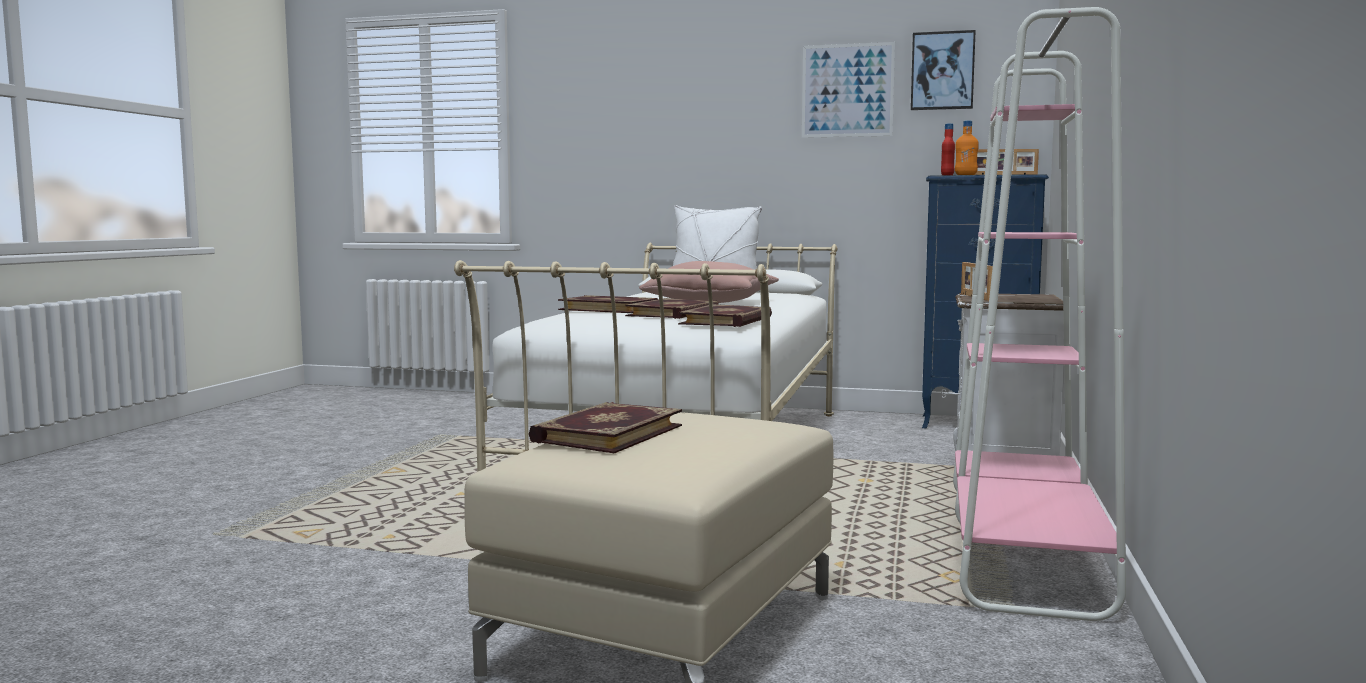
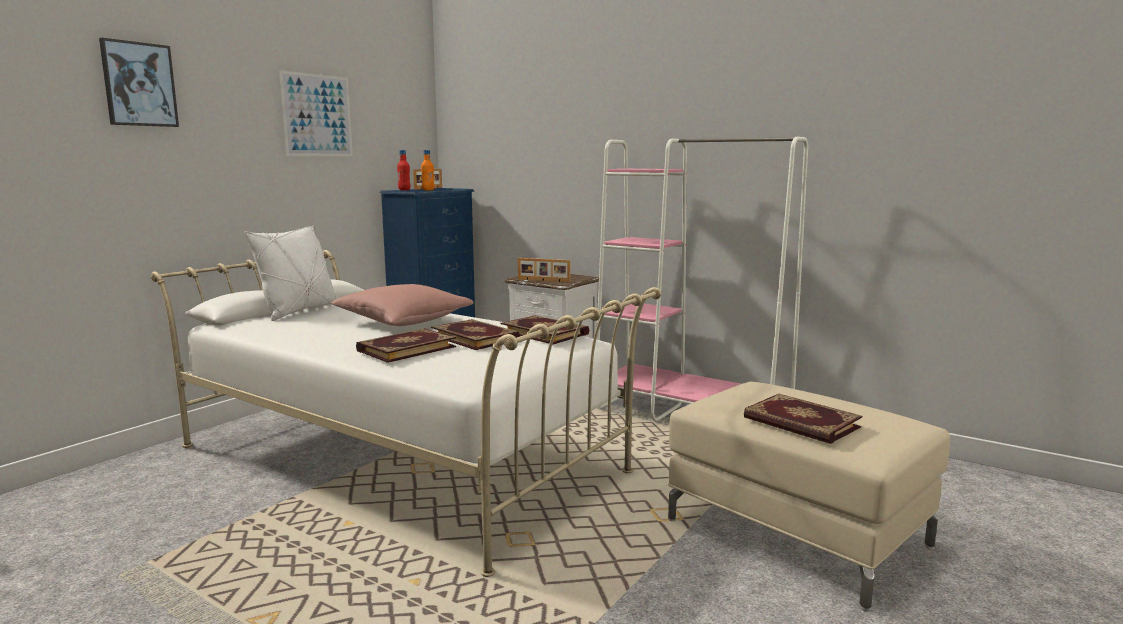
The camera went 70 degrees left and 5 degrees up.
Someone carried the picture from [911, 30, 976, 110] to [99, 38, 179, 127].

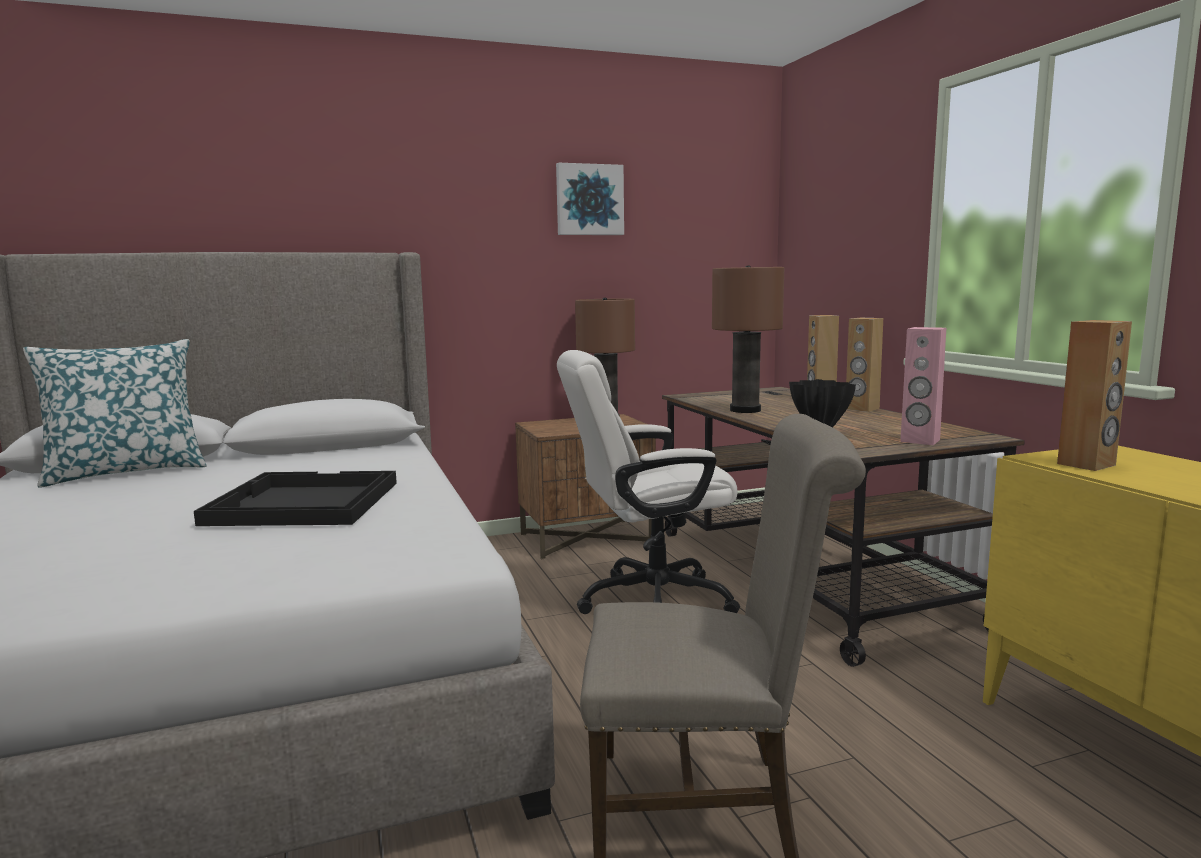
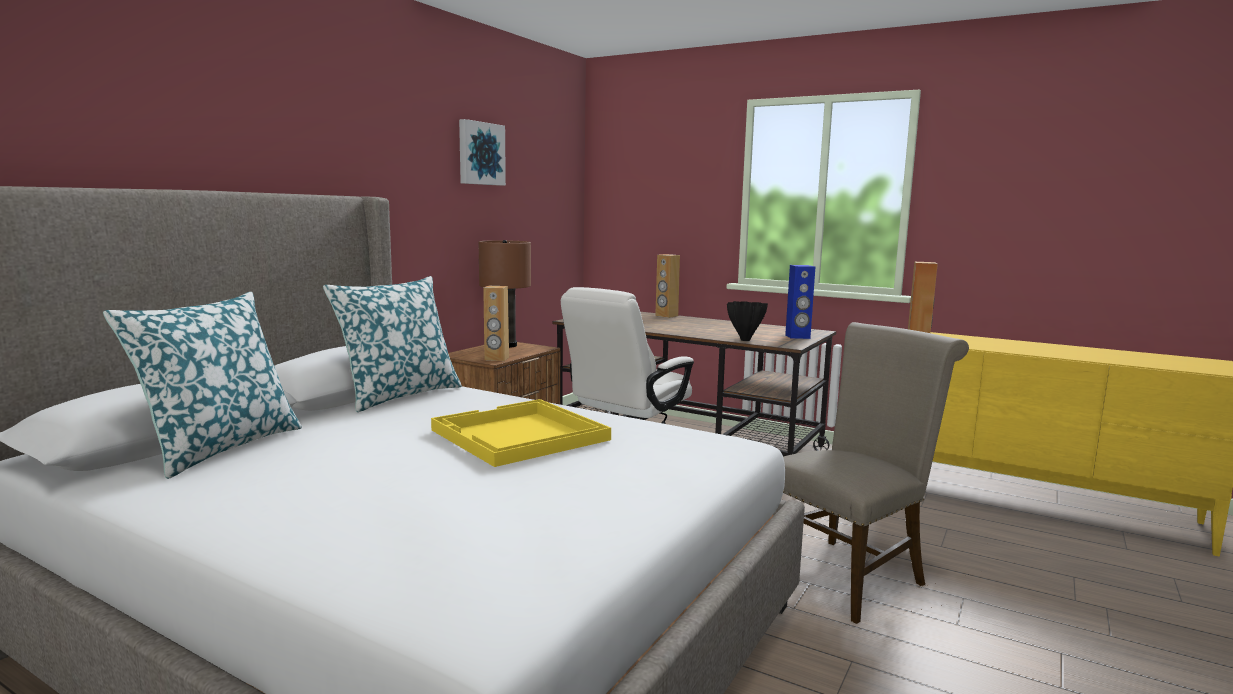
The camera went 40 degrees left and 0 degrees up.
Someone took away the brown table lamp at [712, 265, 784, 413].
Someone put down the pillow at [323, 276, 462, 412].
Someone carried the brown speaker from [846, 318, 883, 412] to [483, 286, 509, 361].
Someone repainted the black tray at [194, 471, 397, 526], which became the yellow tray at [431, 399, 611, 467].
Someone repainted the pink speaker at [900, 327, 946, 445], which became the blue speaker at [785, 265, 815, 339].

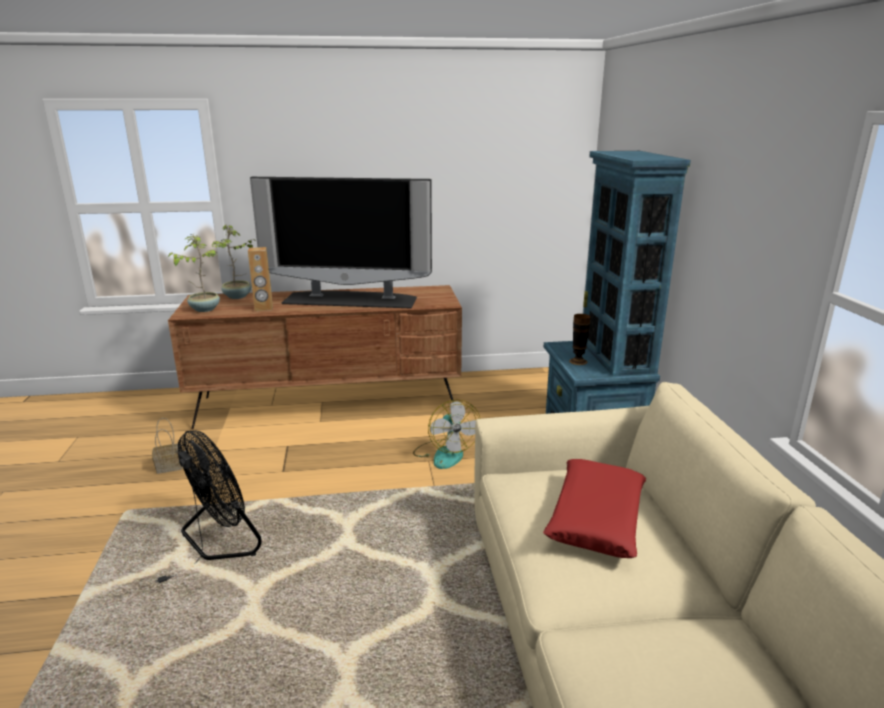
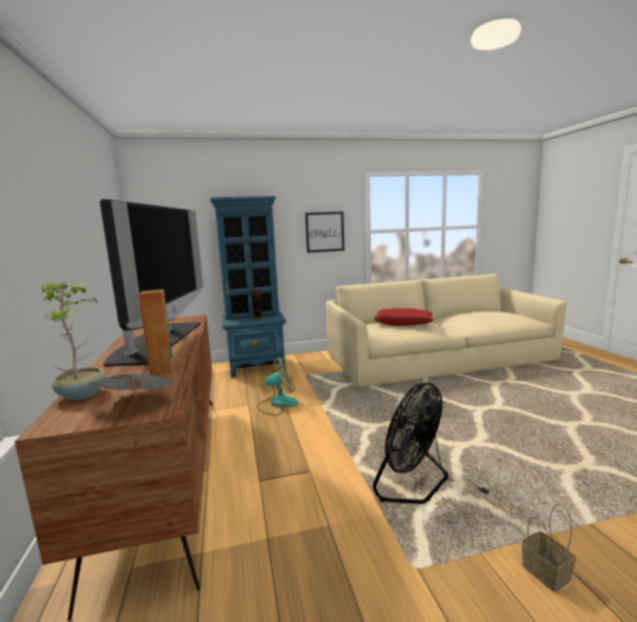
The camera went 95 degrees left and 10 degrees down.
Someone put up the picture at [305, 212, 344, 253].
Someone carried the basket from [152, 418, 183, 474] to [522, 504, 576, 592].
Someone swapped the potted plant at [168, 234, 220, 312] for the newspaper at [87, 374, 174, 391].

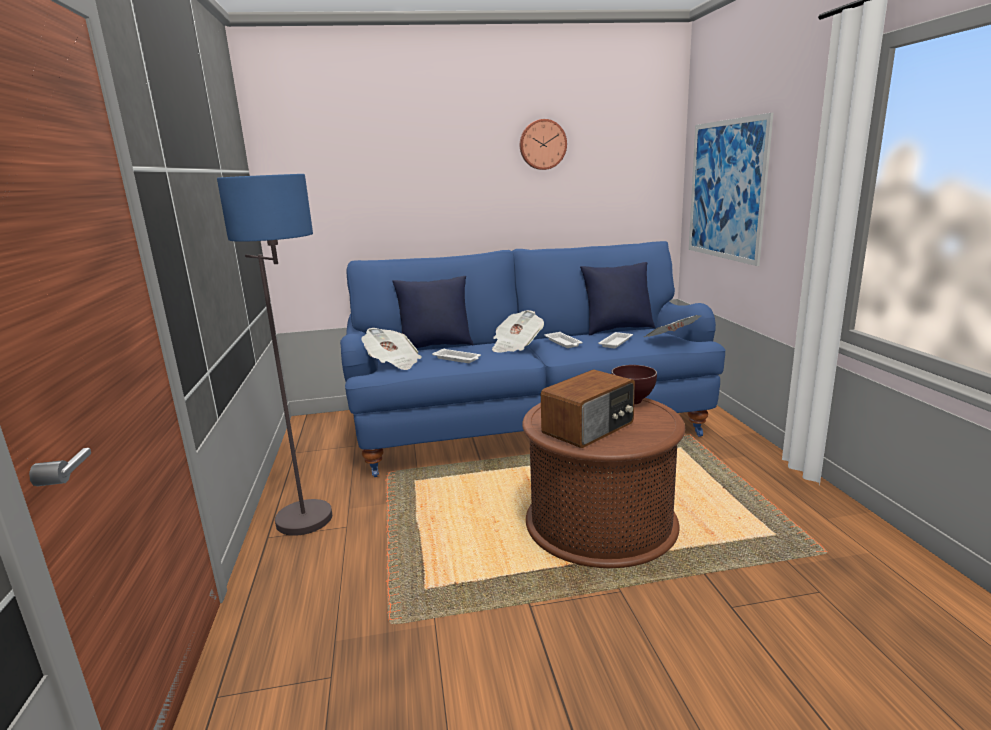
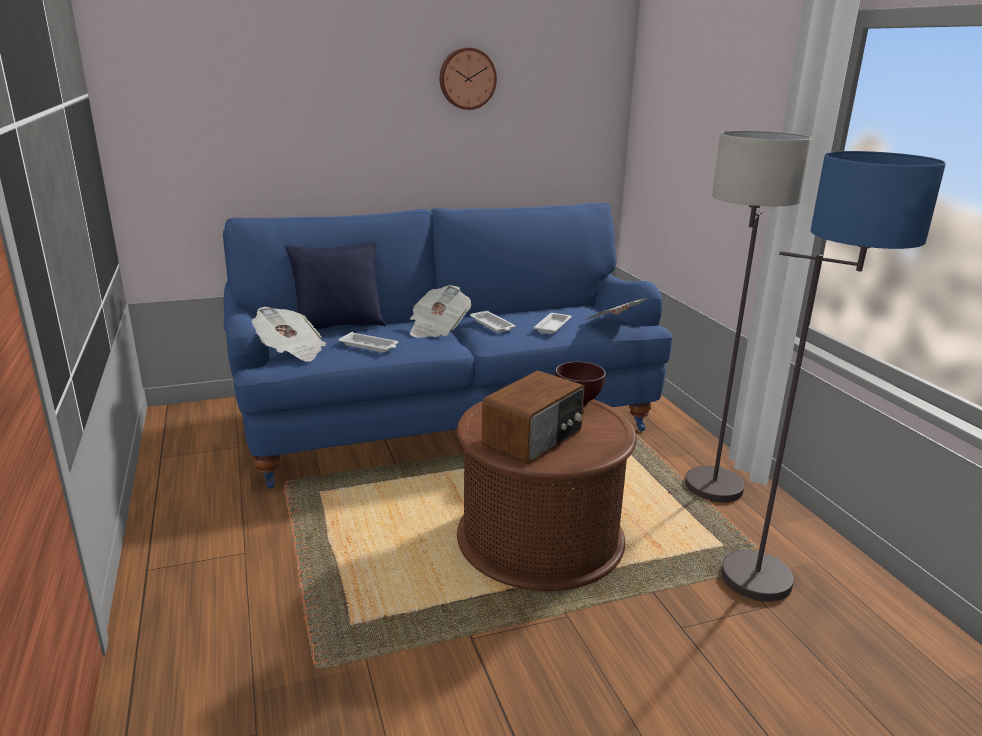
The camera went 10 degrees left and 5 degrees up.
Someone took away the blue pillow at [580, 262, 655, 335].
Someone took away the picture at [689, 113, 773, 266].
Someone put down the grey floor lamp at [685, 130, 812, 503].
Someone carried the blue floor lamp from [217, 174, 332, 536] to [721, 151, 946, 602].

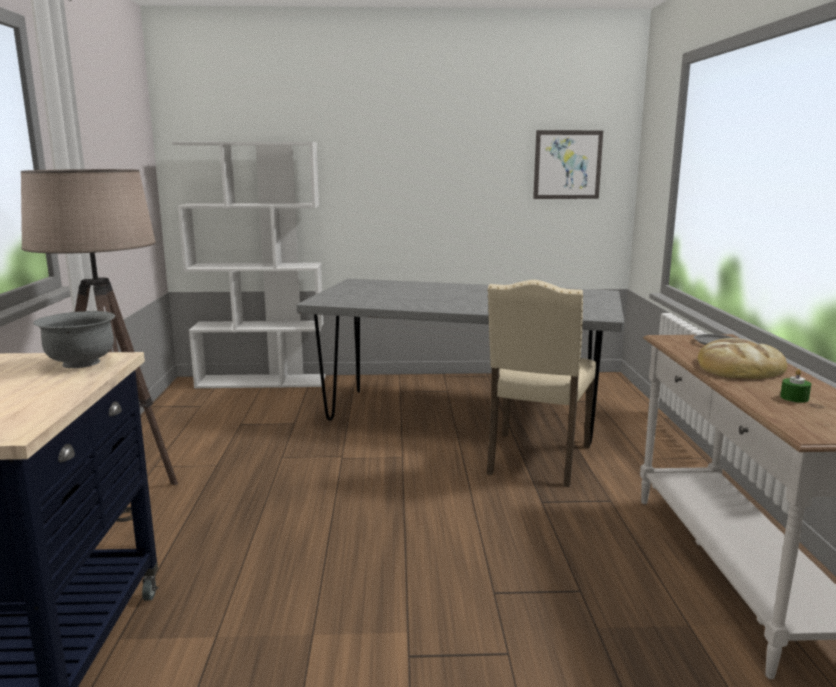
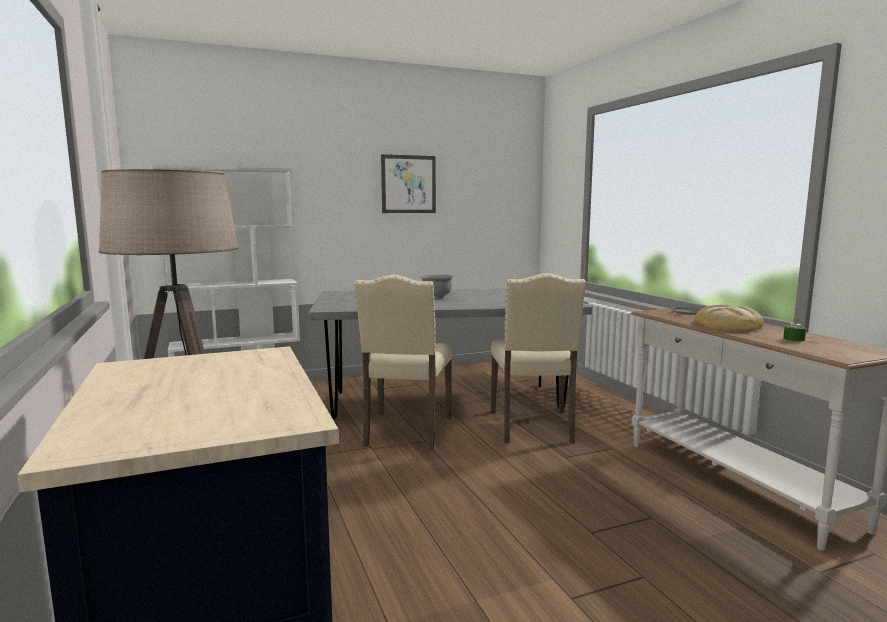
The camera went 20 degrees left and 5 degrees down.
Someone put down the beige chair at [355, 275, 453, 451].
Someone carried the grey bowl from [33, 311, 115, 368] to [420, 275, 453, 299].
Someone carried the picture from [533, 130, 603, 199] to [381, 154, 436, 213].

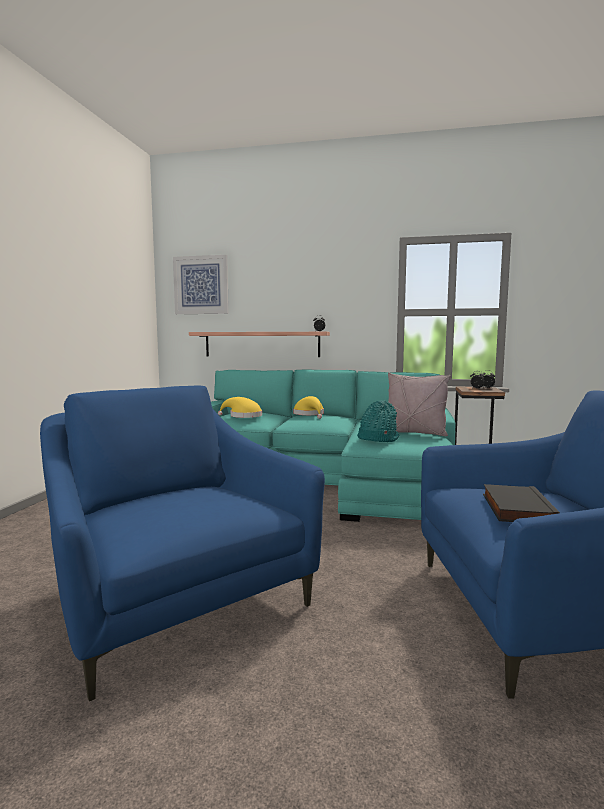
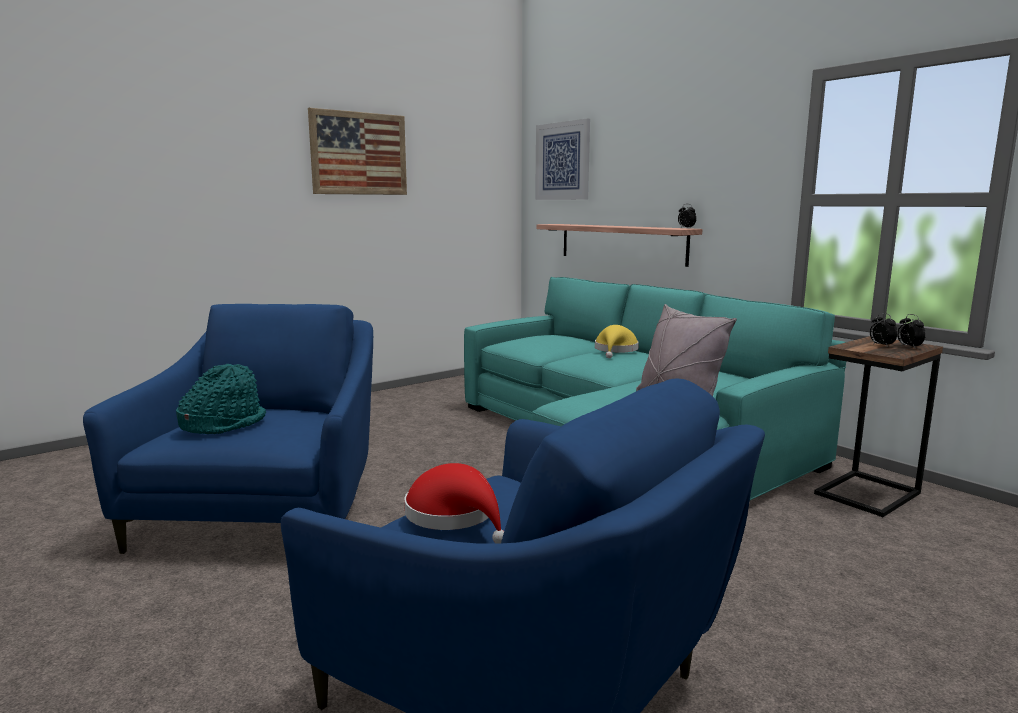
The camera went 40 degrees right and 5 degrees up.
Someone took away the yellow hat at [218, 397, 262, 418].
Someone put up the picture at [308, 108, 407, 195].
Someone carried the turquoise hat from [357, 400, 399, 442] to [176, 364, 266, 434].
Someone swapped the black book at [483, 484, 560, 522] for the red hat at [404, 463, 504, 544].

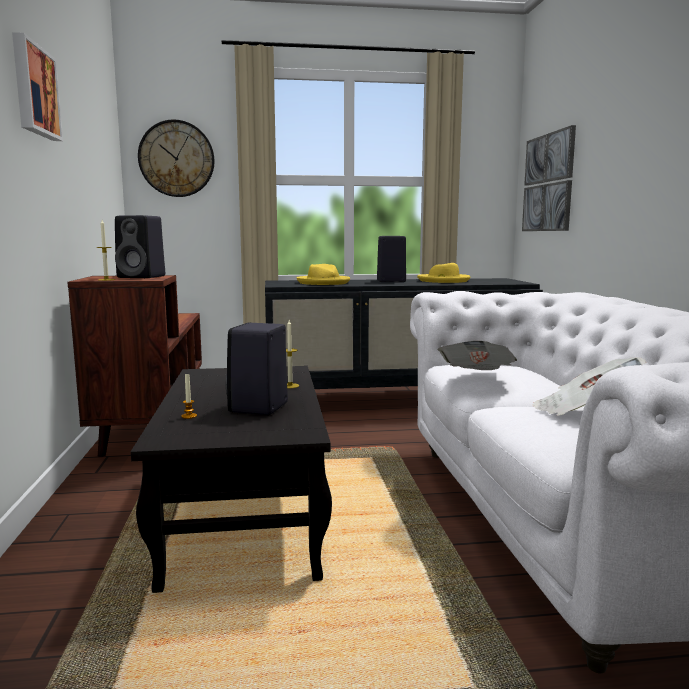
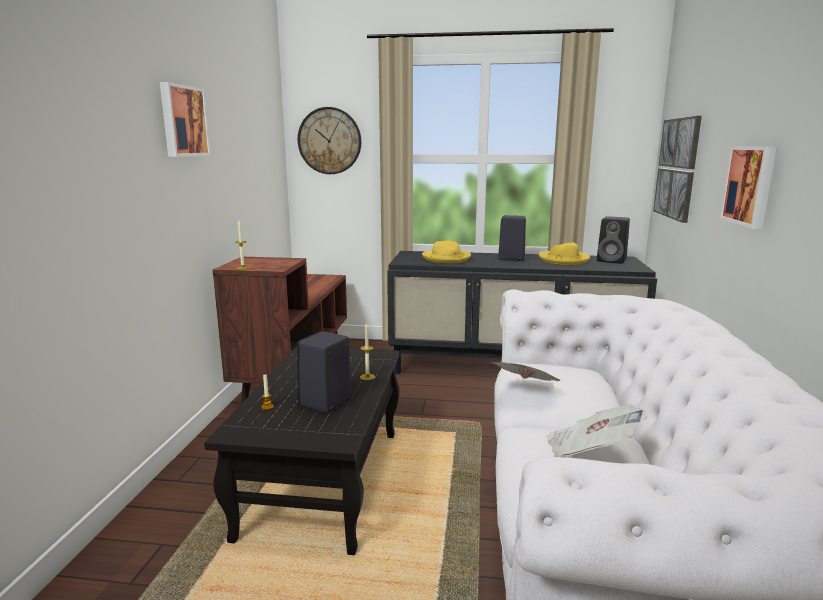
The camera went 15 degrees right and 5 degrees up.
Someone put up the picture at [720, 146, 777, 229].
Someone carried the black speaker from [115, 215, 165, 278] to [597, 216, 630, 264].

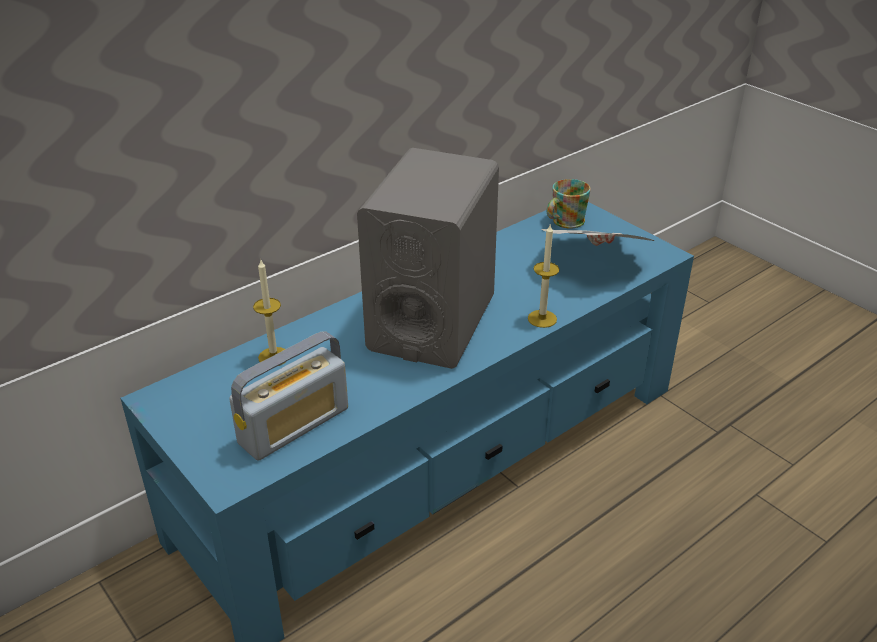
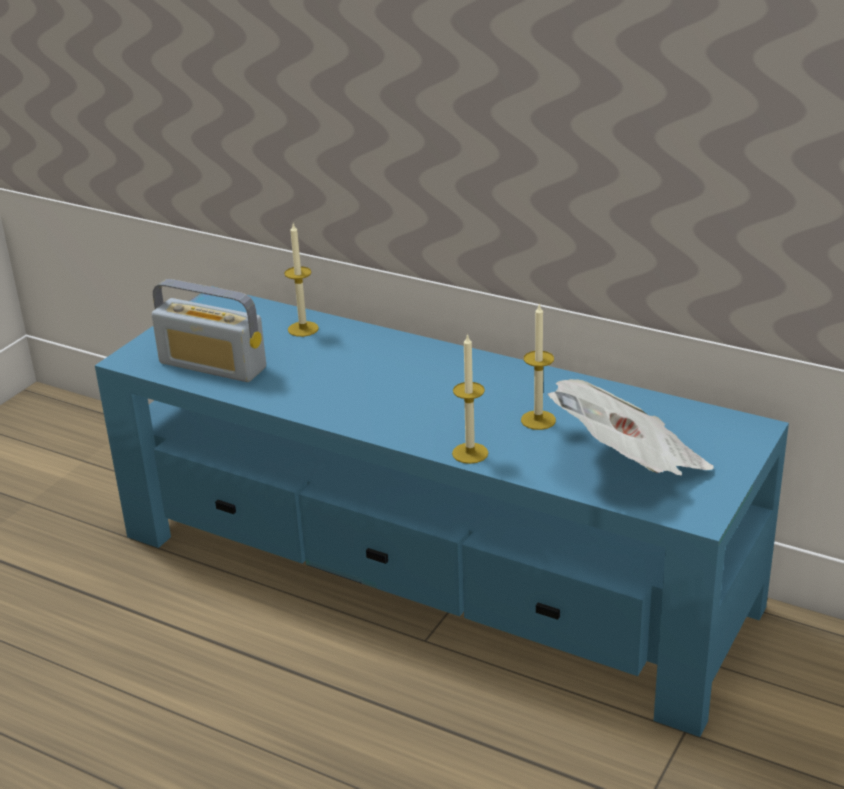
The camera went 70 degrees right and 5 degrees down.
Someone took away the grey speaker at [357, 148, 499, 369].
Someone took away the mug at [546, 179, 591, 229].
Someone put down the candle at [521, 303, 556, 430].

